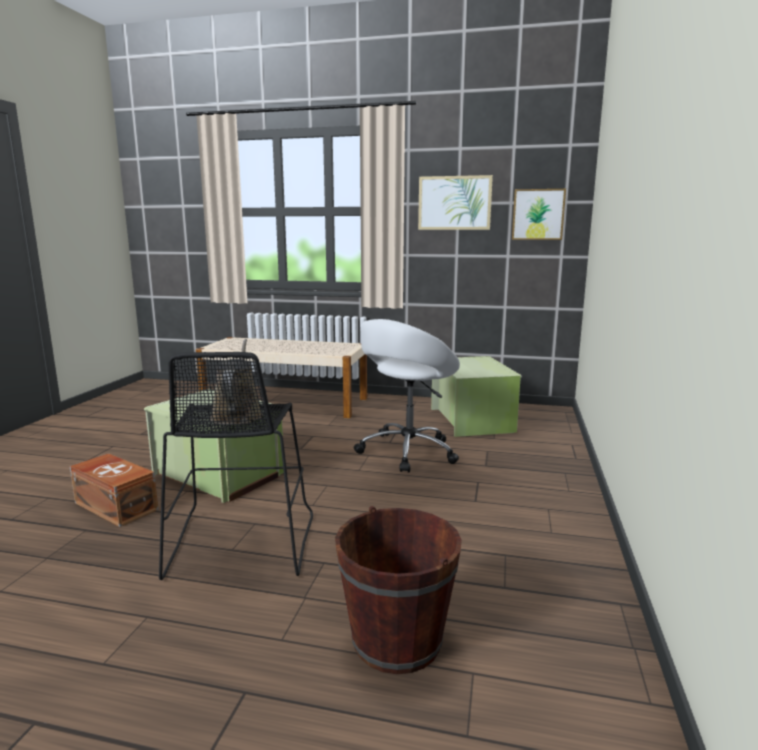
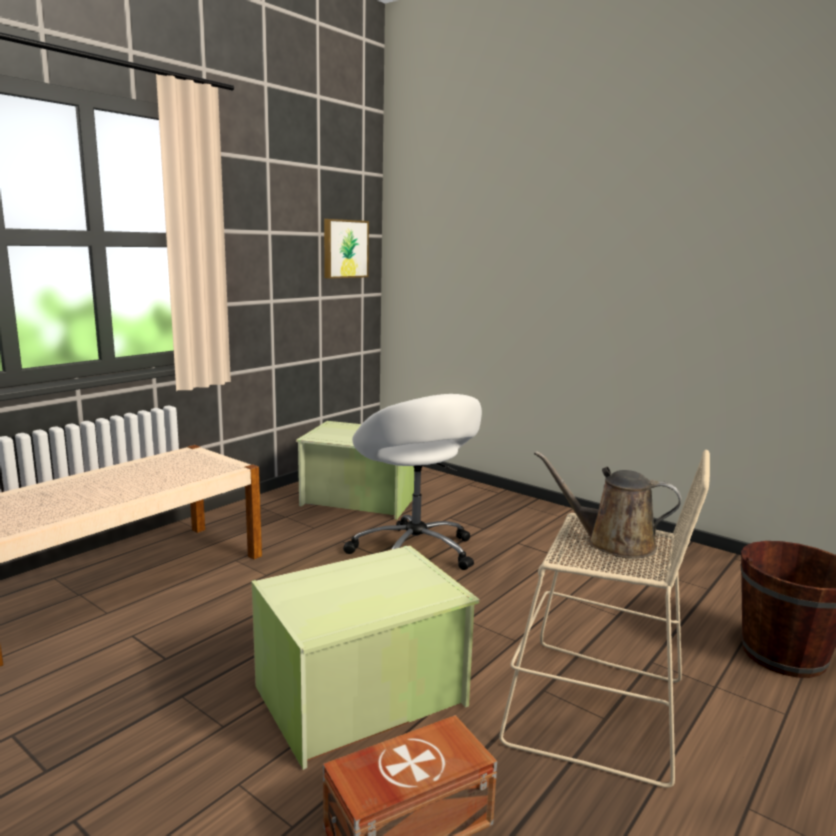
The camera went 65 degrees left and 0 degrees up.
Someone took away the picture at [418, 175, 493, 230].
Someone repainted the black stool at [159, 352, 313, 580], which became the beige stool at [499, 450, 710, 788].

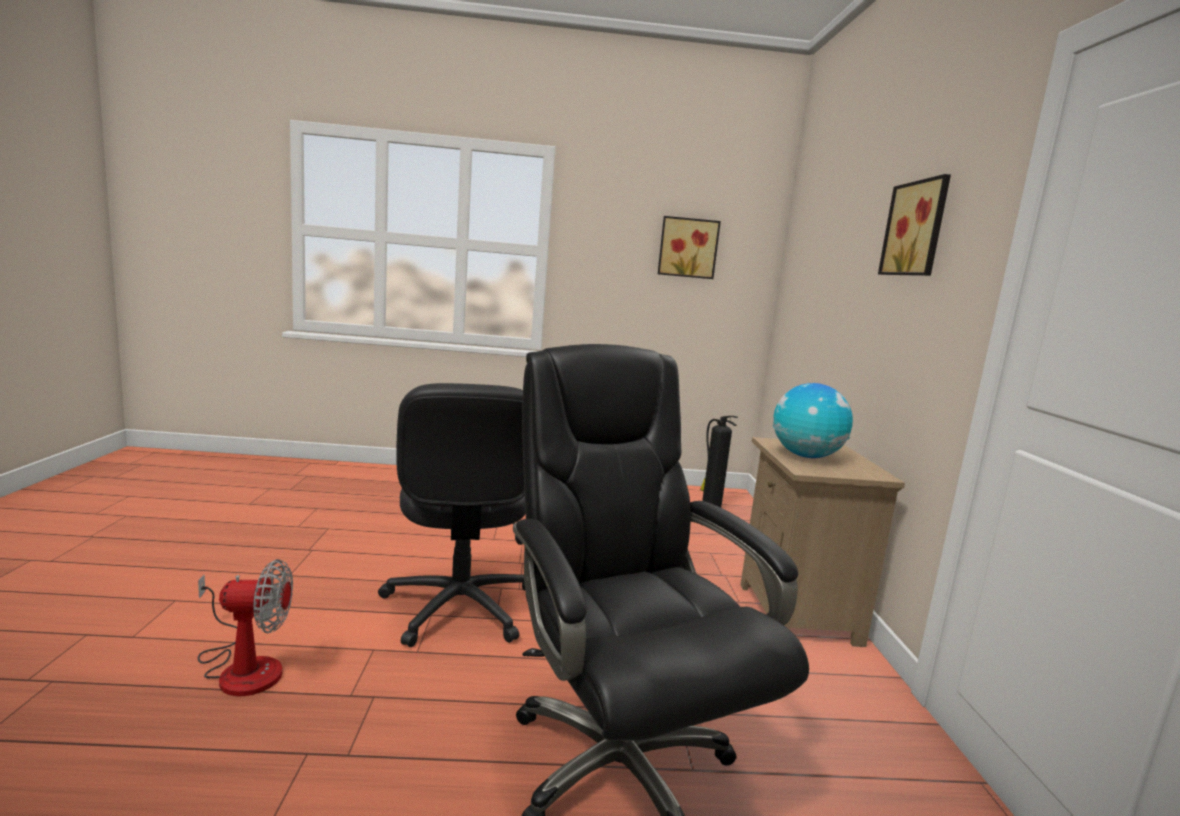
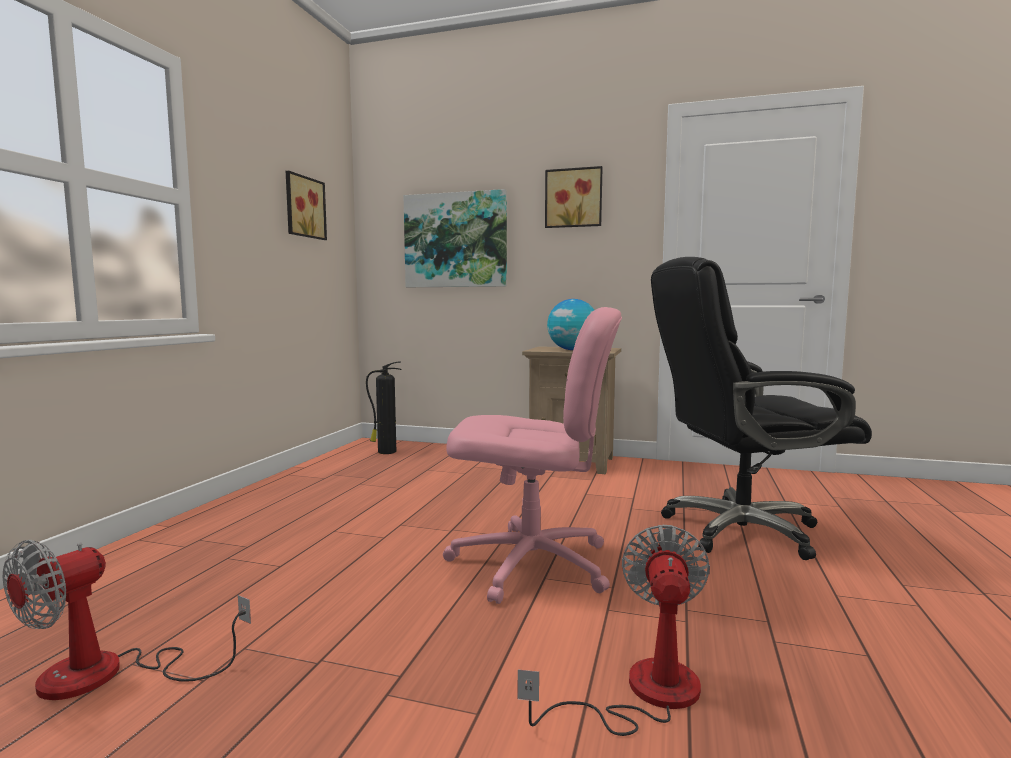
The camera went 70 degrees left and 5 degrees down.
Someone put down the fan at [3, 540, 251, 700].
Someone put up the picture at [403, 189, 507, 287].
Someone repainted the black office chair at [378, 383, 525, 647], which became the pink office chair at [443, 307, 622, 604].

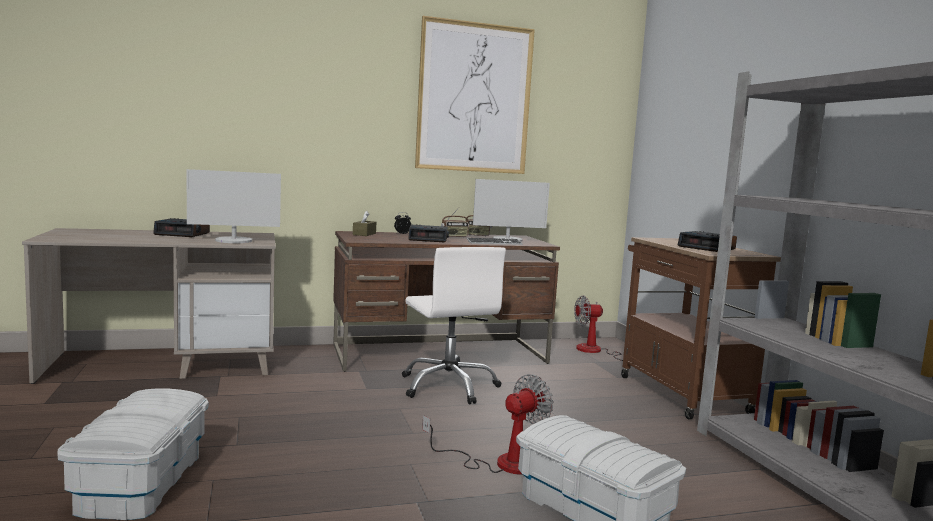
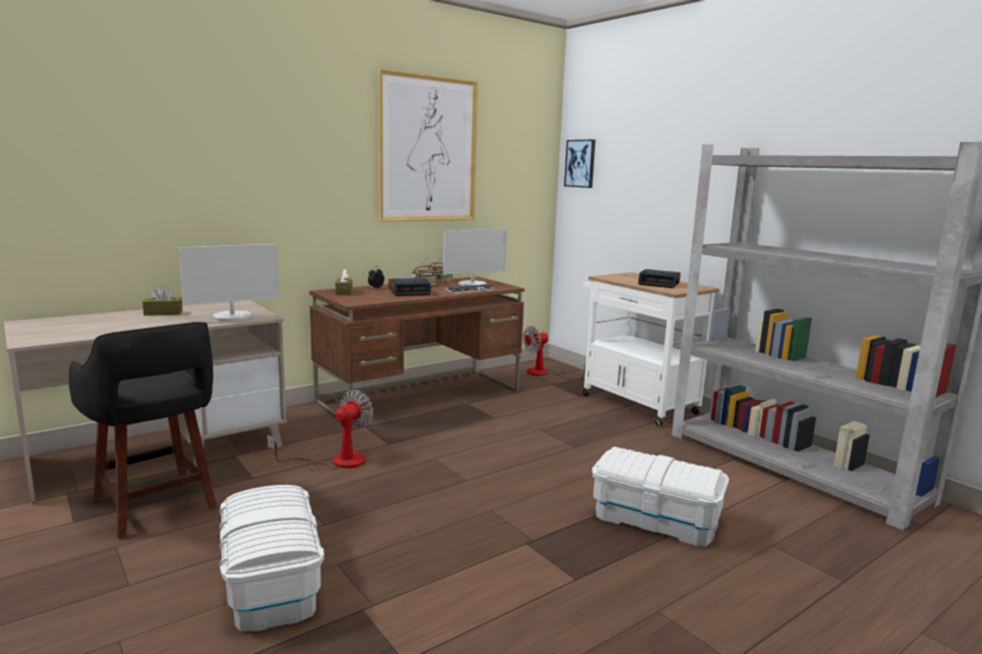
The camera went 20 degrees left and 5 degrees up.
Someone took away the white office chair at [402, 247, 506, 404].
Someone put down the black stool at [69, 322, 217, 539].
Someone put up the picture at [564, 140, 595, 188].
Someone carried the fan from [422, 374, 553, 475] to [267, 390, 373, 471].
Someone swapped the alarm clock at [153, 218, 210, 237] for the brown tissue box at [143, 286, 182, 316].
Someone repainted the brown cart at [621, 237, 781, 419], which became the white cart at [582, 272, 719, 426].

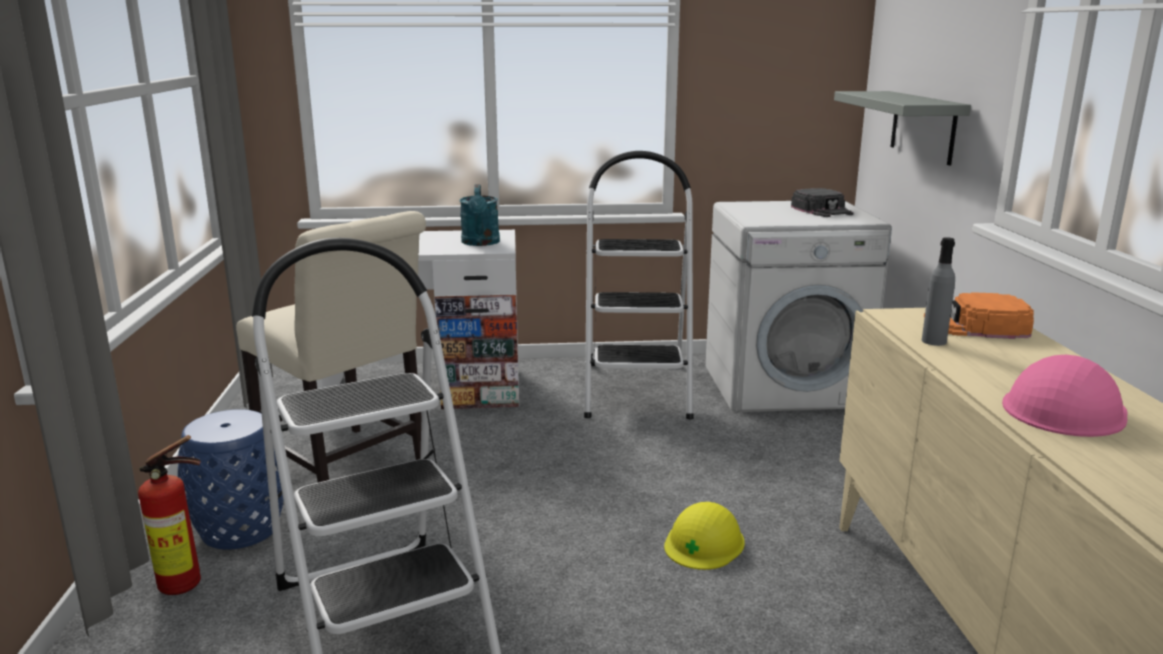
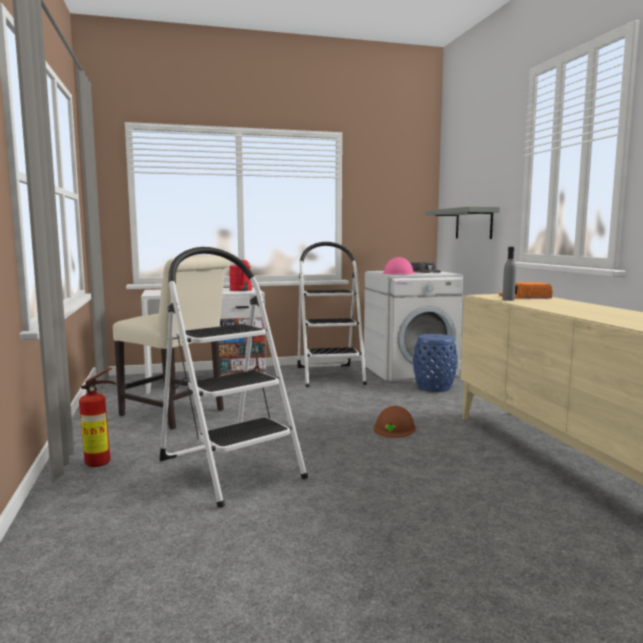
The camera went 10 degrees left and 10 degrees down.
Someone carried the blue stool from [178, 409, 283, 550] to [413, 334, 458, 392].
Someone carried the pink hard hat from [1002, 355, 1128, 437] to [383, 257, 416, 275].
Someone repainted the turquoise watering can at [460, 184, 500, 246], which became the red watering can at [229, 260, 252, 291].
Someone repainted the yellow hard hat at [664, 502, 745, 570], which became the brown hard hat at [373, 406, 416, 438].

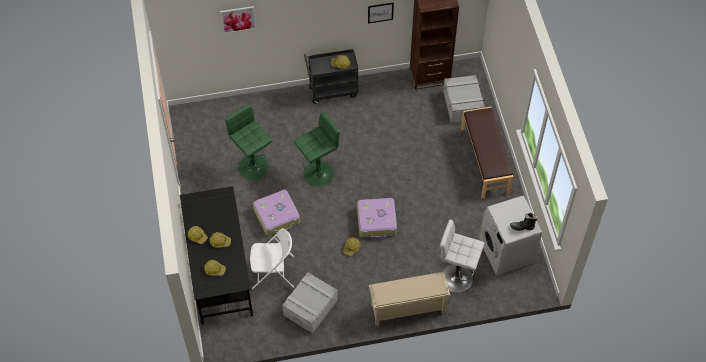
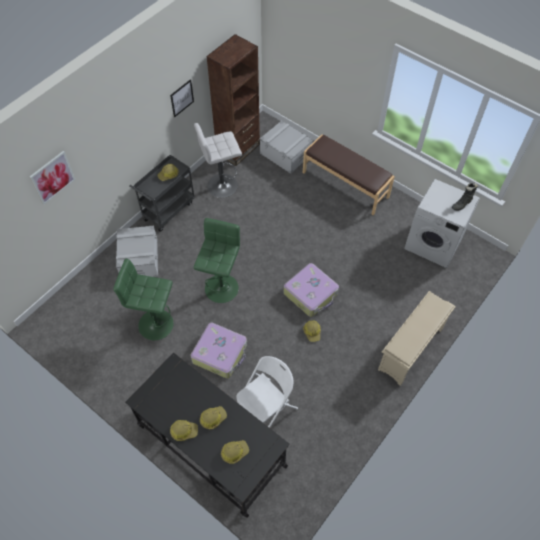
The camera went 40 degrees left and 0 degrees up.
Someone carried the grey storage box from [282, 272, 338, 334] to [116, 226, 158, 277].
Someone carried the white stool from [440, 219, 485, 292] to [194, 123, 242, 198].

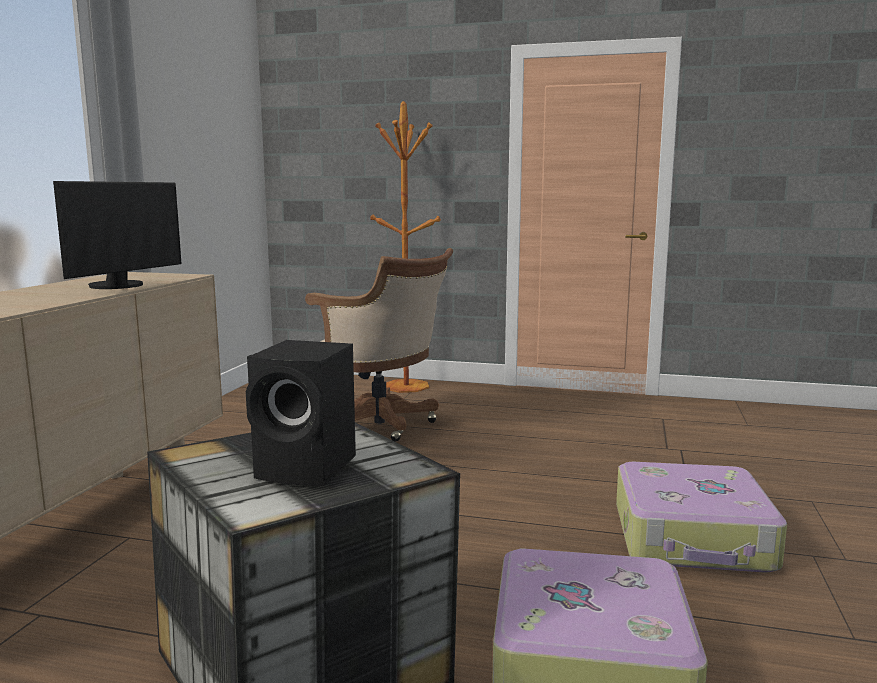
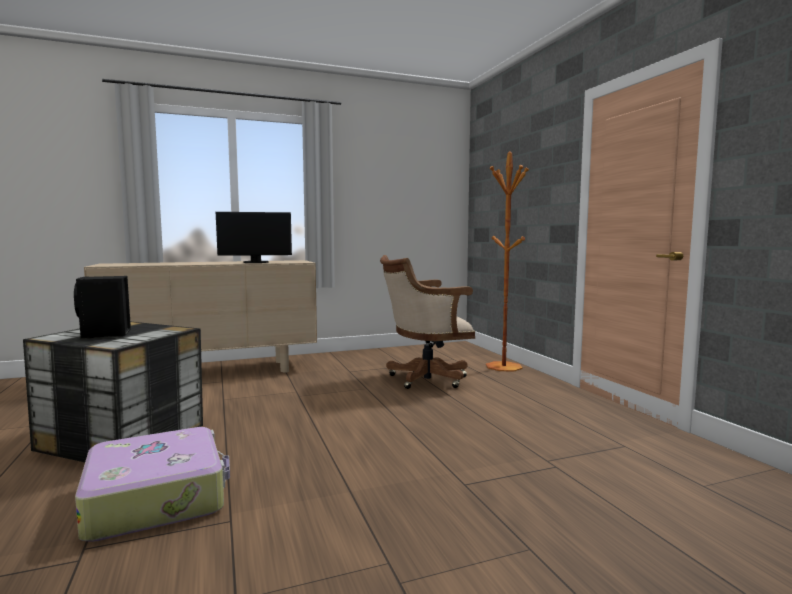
The camera went 55 degrees right and 5 degrees down.
Someone took away the suitcase at [616, 462, 787, 572].
Someone rotated the office chair at [305, 248, 453, 441] by 75 degrees clockwise.

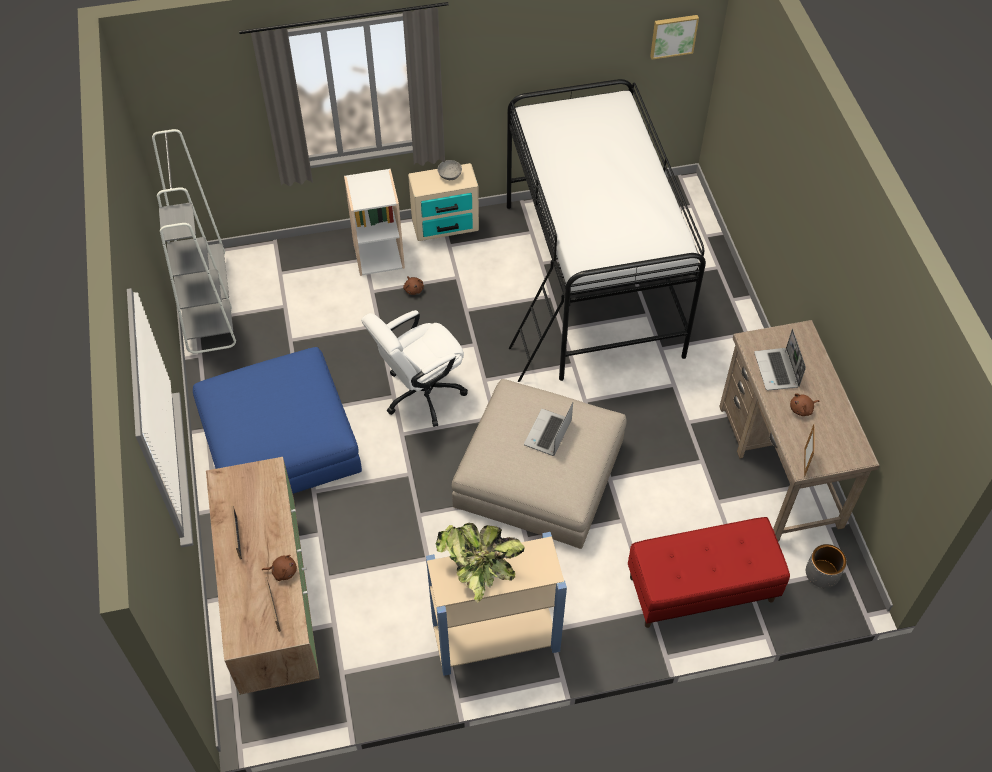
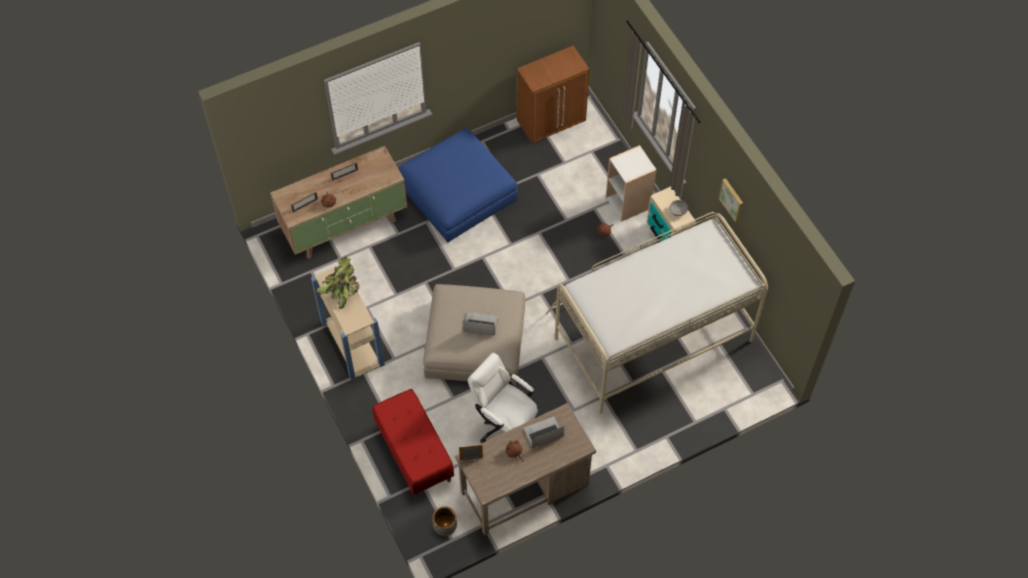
The camera went 75 degrees right and 5 degrees up.
Someone carried the white office chair from [361, 310, 468, 427] to [468, 353, 538, 443].
Someone carried the picture from [650, 15, 699, 60] to [718, 178, 743, 223].
Someone swapped the grey clothes rack at [152, 129, 236, 354] for the brown cabinet at [517, 46, 590, 143].
Someone repainted the black bed at [507, 79, 706, 382], which became the beige bed at [546, 212, 768, 414].

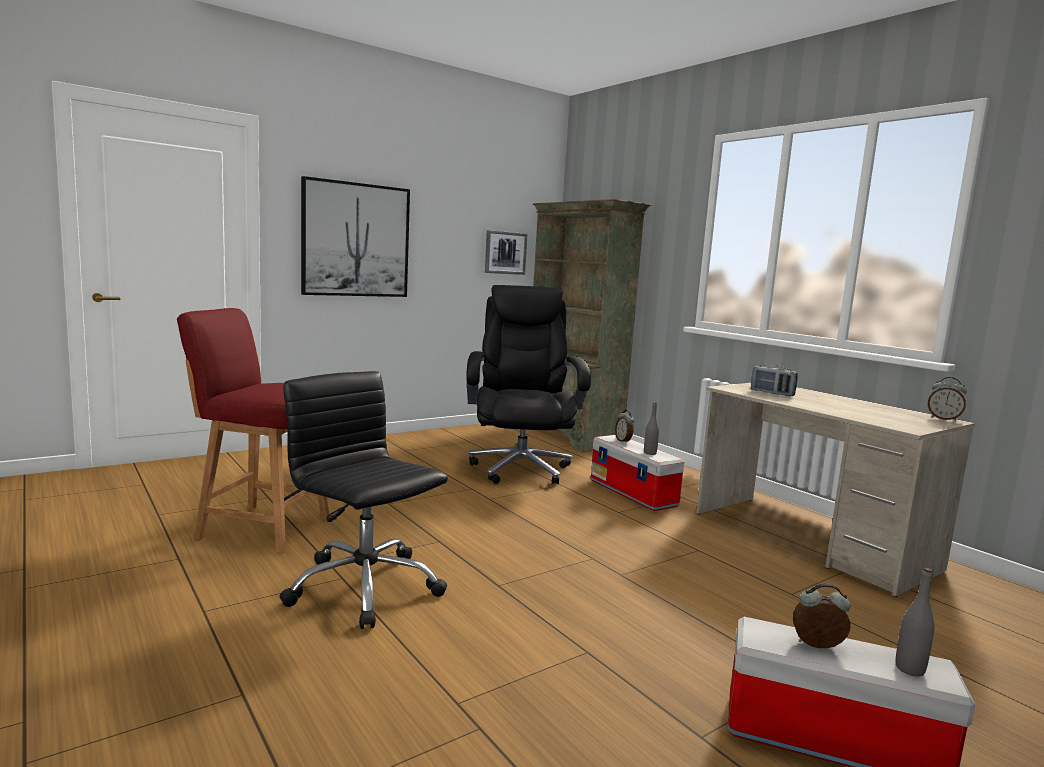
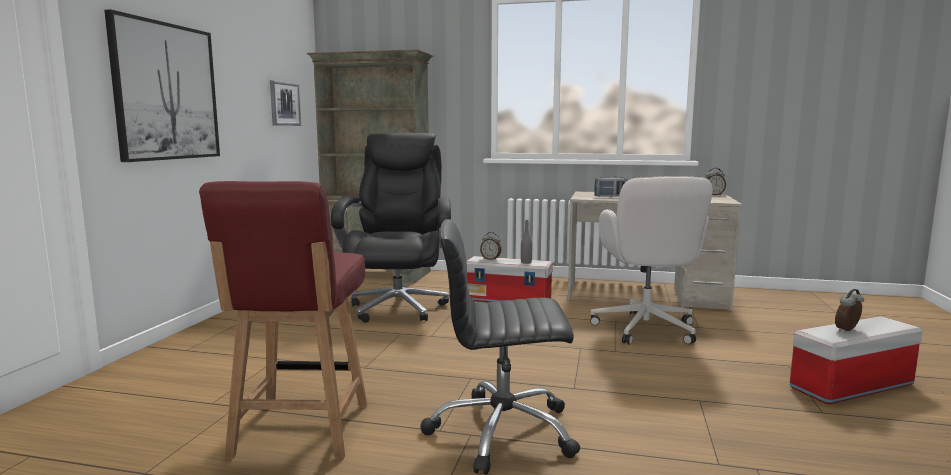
The camera went 40 degrees left and 0 degrees up.
Someone took away the grey bottle at [895, 568, 934, 677].
Someone put down the white office chair at [590, 176, 713, 345].
Someone rotated the red chair at [177, 308, 329, 553] by 60 degrees counterclockwise.
Someone rotated the black office chair at [466, 285, 591, 484] by 45 degrees clockwise.

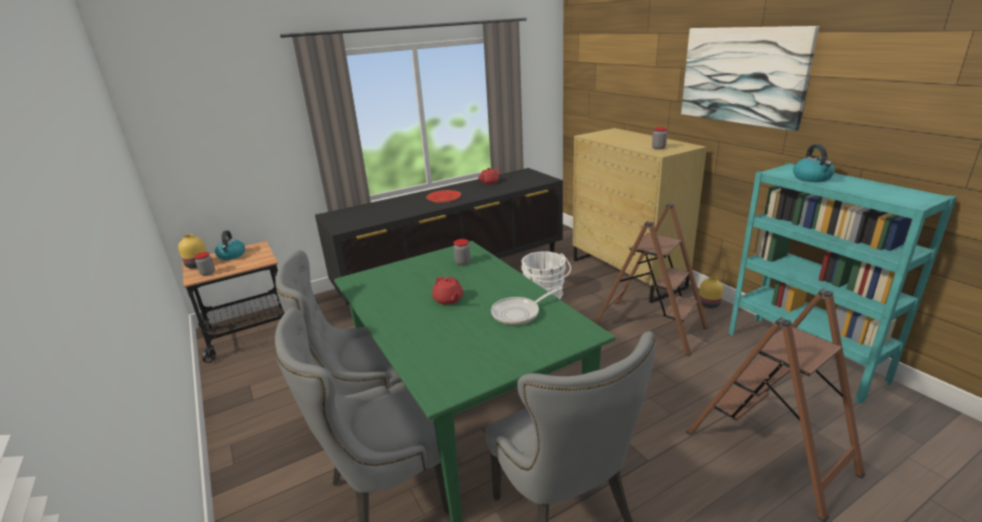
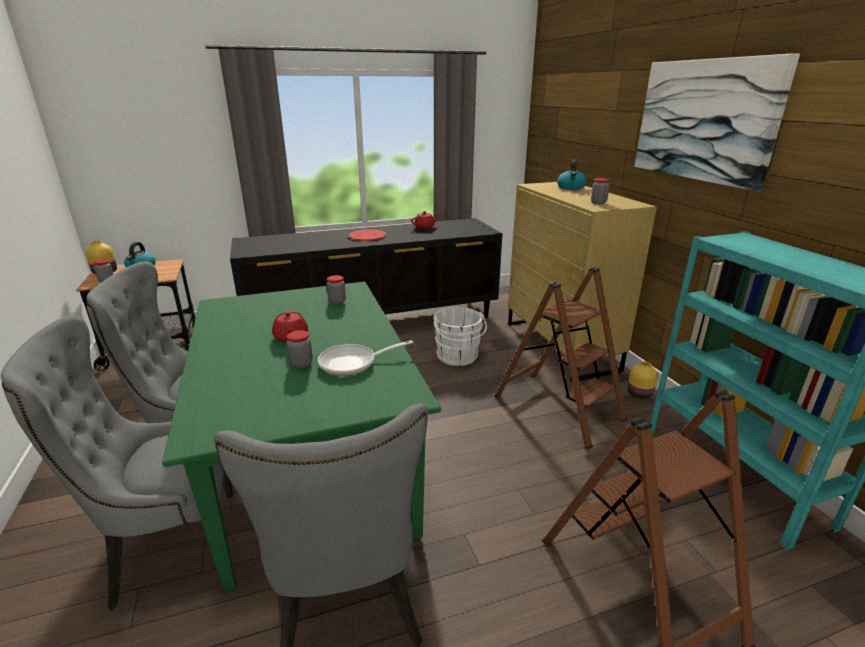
The camera went 10 degrees right and 0 degrees up.
Someone put down the jar at [286, 330, 313, 368].
Someone carried the kettle from [793, 144, 835, 182] to [557, 160, 587, 190].

